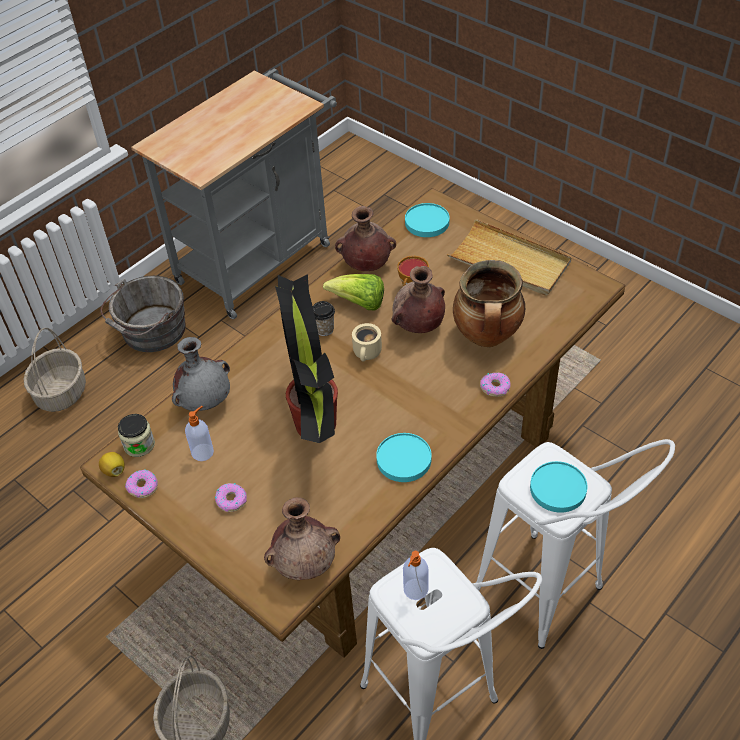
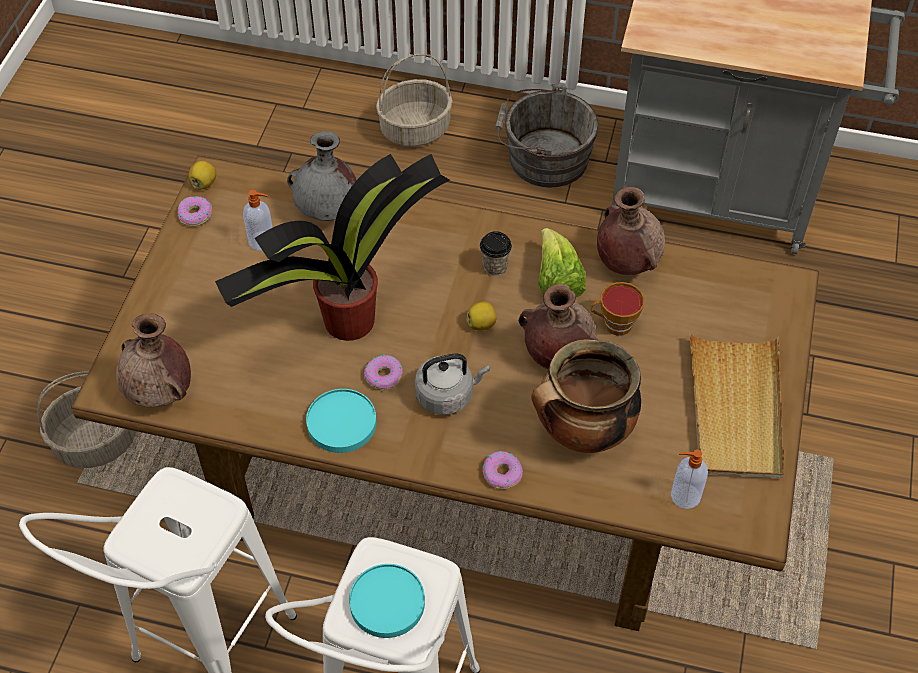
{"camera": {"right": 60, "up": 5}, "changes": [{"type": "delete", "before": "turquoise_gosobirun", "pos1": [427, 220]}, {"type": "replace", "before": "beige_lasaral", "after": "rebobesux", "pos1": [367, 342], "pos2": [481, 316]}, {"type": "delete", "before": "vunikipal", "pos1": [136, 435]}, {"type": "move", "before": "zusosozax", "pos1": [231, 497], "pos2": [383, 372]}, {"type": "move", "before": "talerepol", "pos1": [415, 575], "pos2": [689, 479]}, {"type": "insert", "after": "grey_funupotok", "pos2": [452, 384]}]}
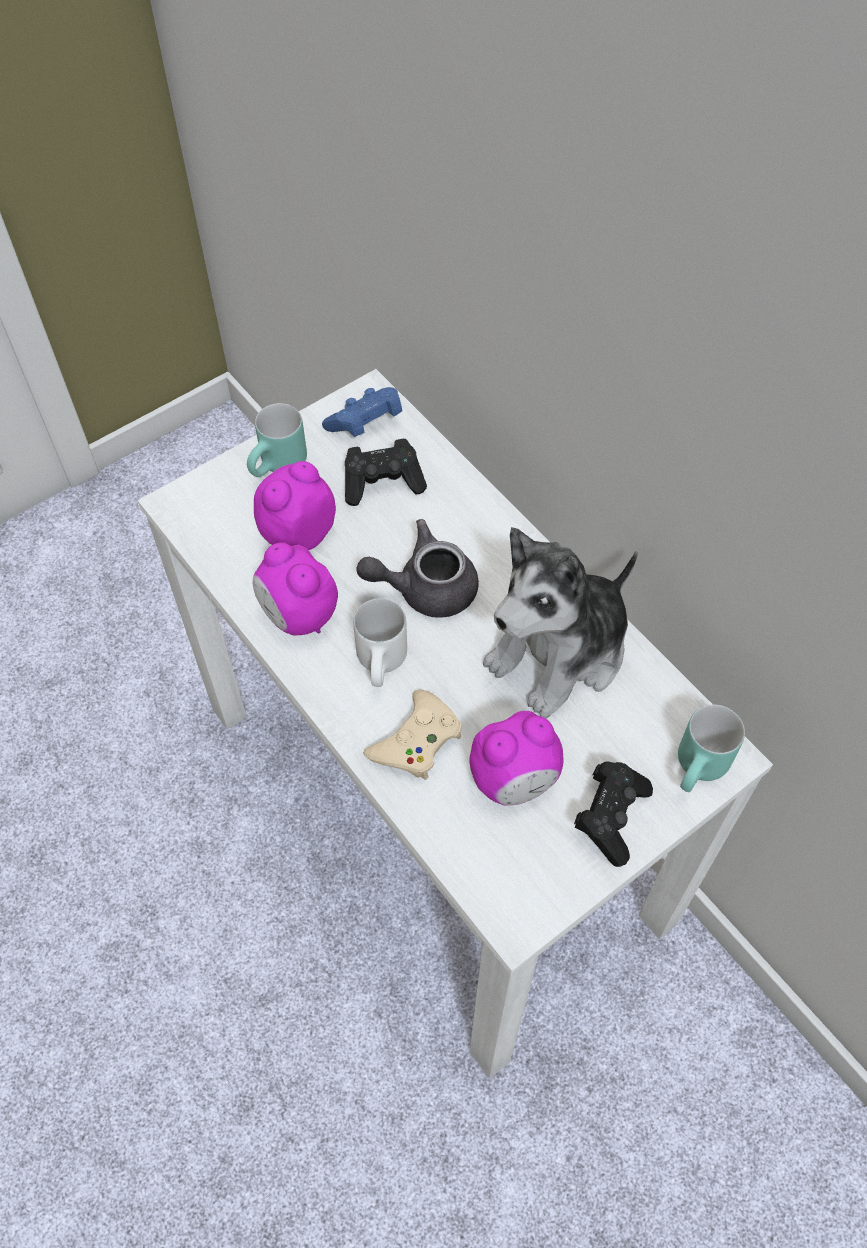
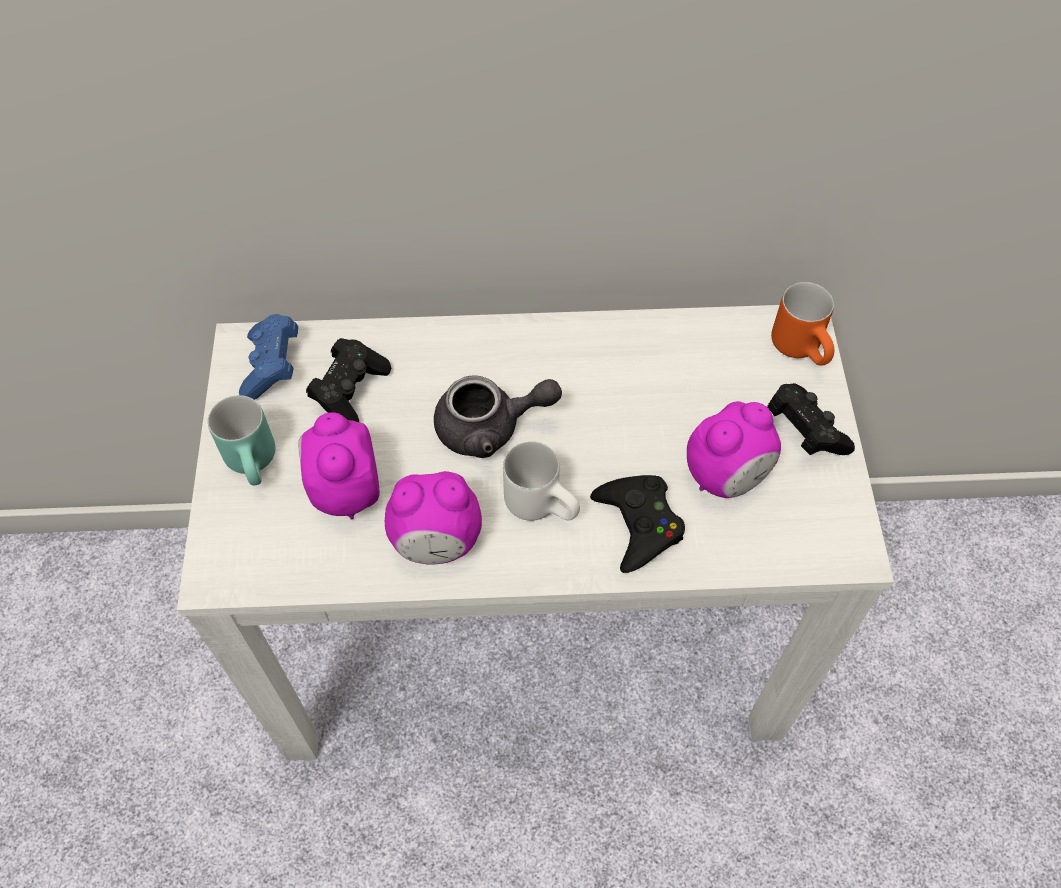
{"camera": {"right": -55, "up": 0}, "changes": [{"type": "rotate", "before": "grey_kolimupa", "pos1": [417, 568], "pos2": [498, 416], "turn": -120}, {"type": "delete", "before": "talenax", "pos1": [560, 623]}, {"type": "recolor", "before": "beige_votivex", "after": "black_votivex", "pos1": [412, 735], "pos2": [637, 524]}, {"type": "recolor", "before": "turquoise_lasaral", "after": "orange_lasaral", "pos1": [711, 748], "pos2": [802, 324]}, {"type": "rotate", "before": "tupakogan", "pos1": [516, 758], "pos2": [734, 449], "turn": 45}]}
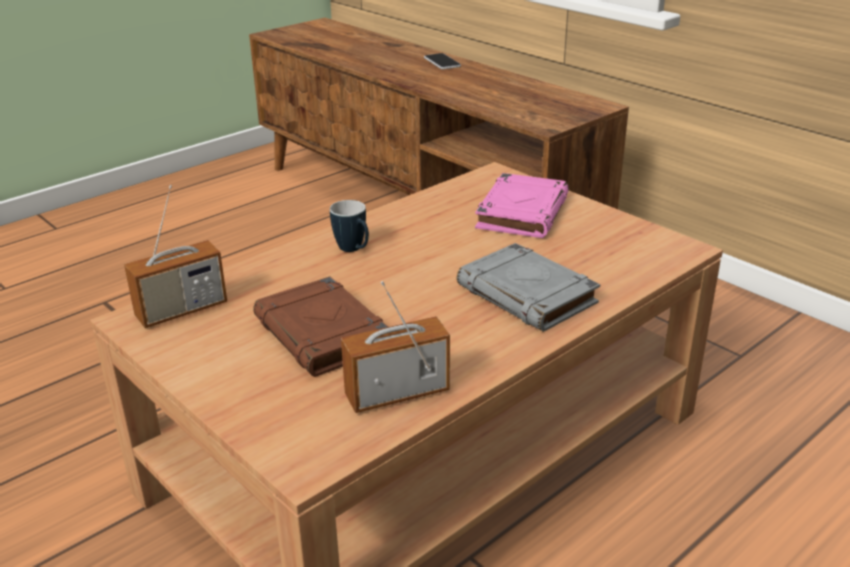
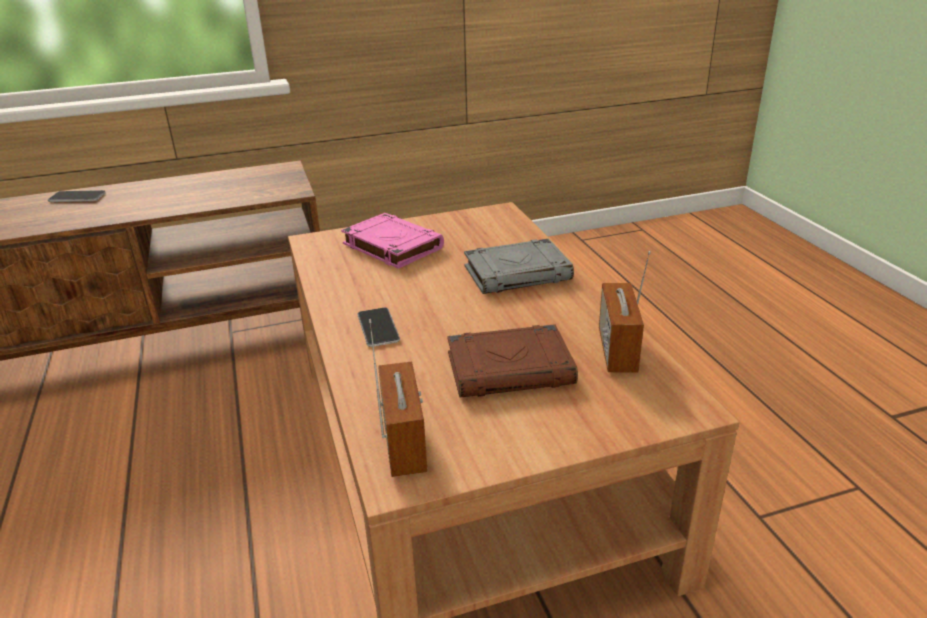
{"camera": {"right": -65, "up": 0}, "changes": [{"type": "replace", "before": "lasaral", "after": "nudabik", "pos1": [349, 226], "pos2": [378, 327]}]}
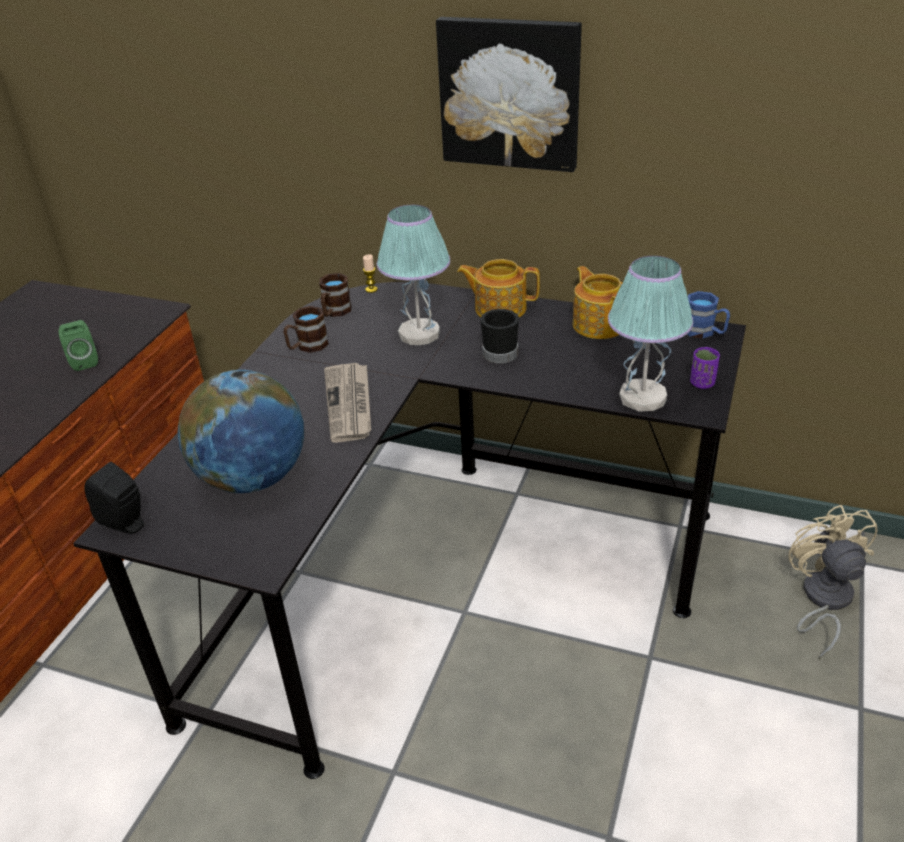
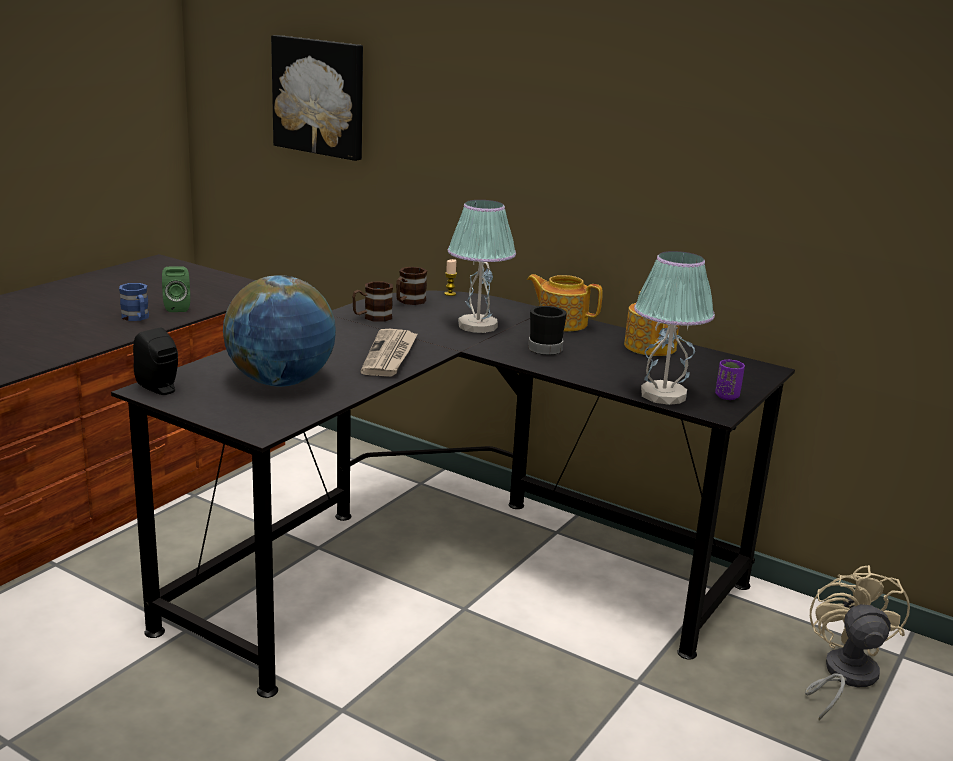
{"camera": {"right": 10, "up": -15}, "changes": [{"type": "move", "before": "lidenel", "pos1": [509, 94], "pos2": [317, 98]}, {"type": "move", "before": "blue_lasaral", "pos1": [708, 314], "pos2": [134, 302]}]}
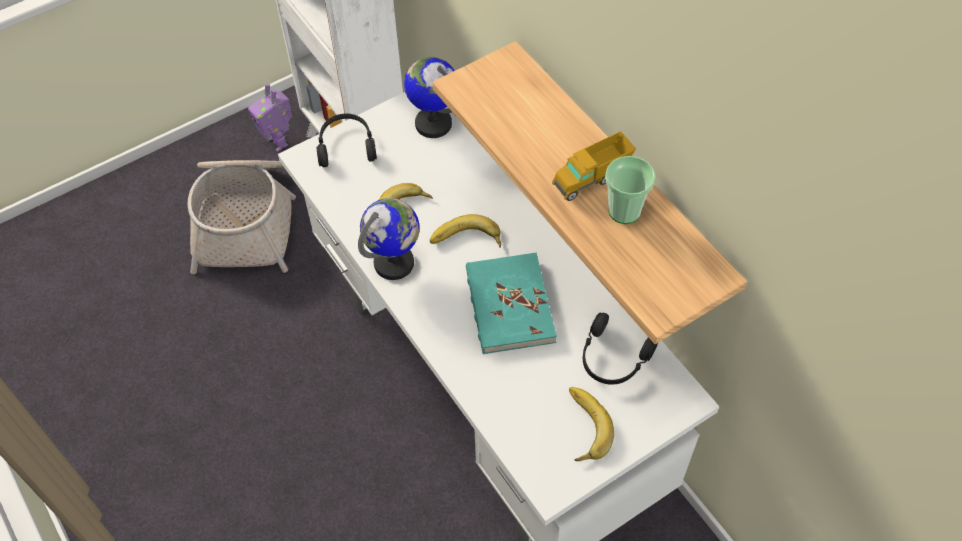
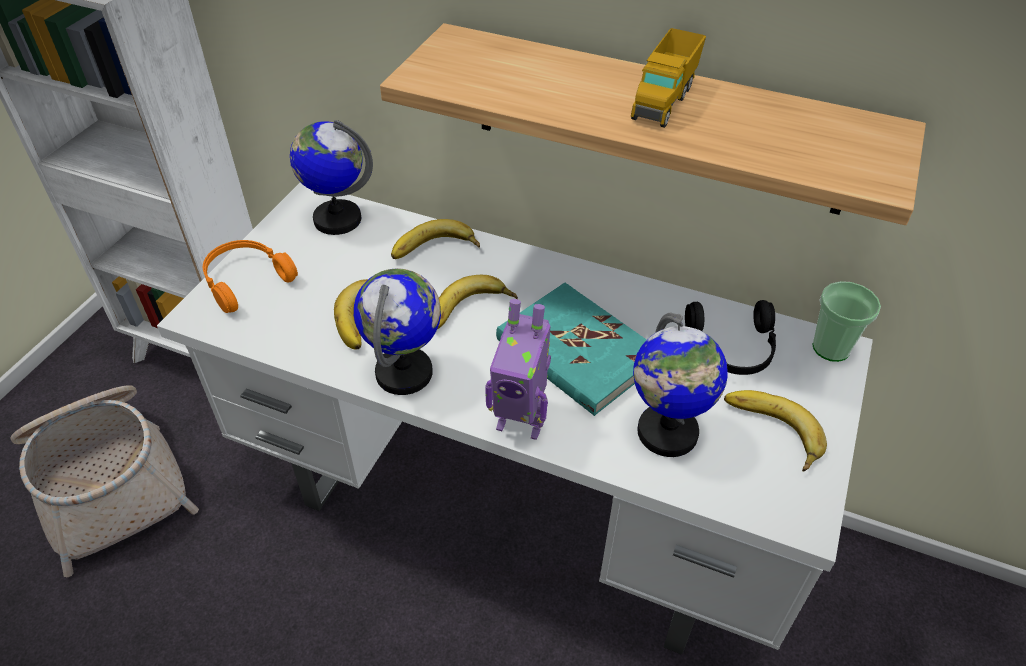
{"camera": {"right": -35, "up": -10}, "changes": [{"type": "move", "before": "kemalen", "pos1": [270, 117], "pos2": [518, 369]}, {"type": "recolor", "before": "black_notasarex", "after": "orange_notasarex", "pos1": [347, 140], "pos2": [250, 276]}, {"type": "move", "before": "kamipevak", "pos1": [630, 190], "pos2": [846, 321]}, {"type": "insert", "after": "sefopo", "pos2": [435, 239]}, {"type": "insert", "after": "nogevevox", "pos2": [680, 384]}]}
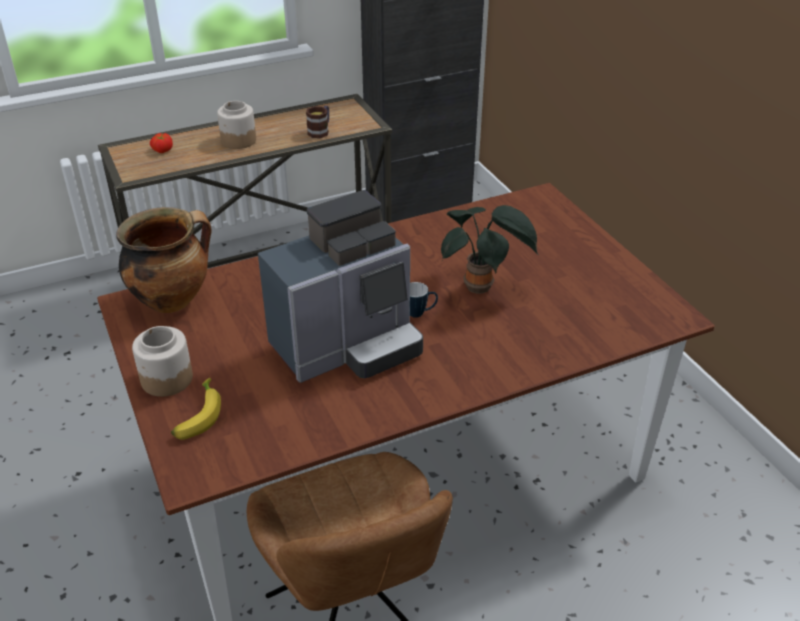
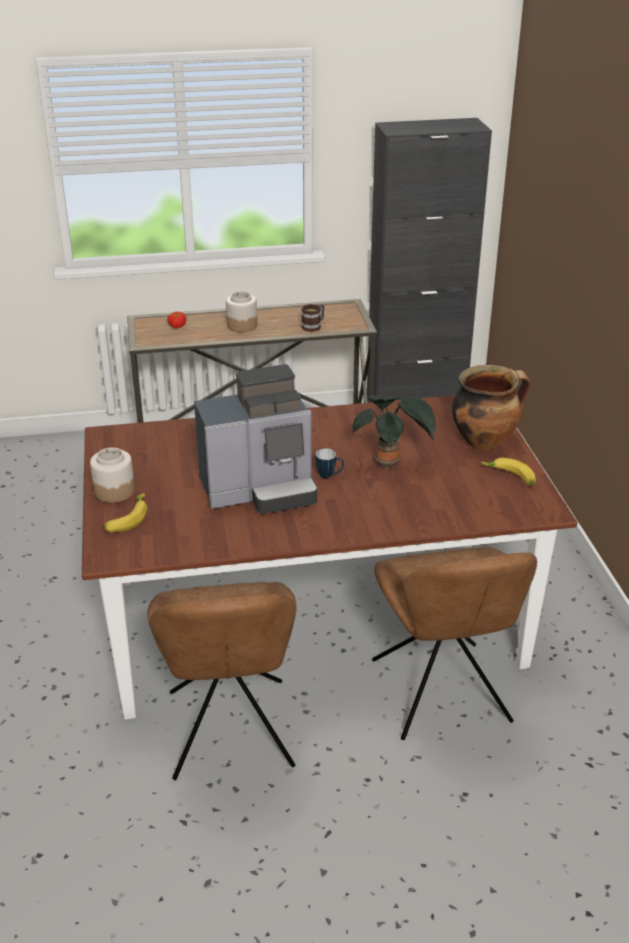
{"camera": {"right": 15, "up": -5}, "changes": [{"type": "move", "before": "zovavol", "pos1": [164, 260], "pos2": [491, 407]}, {"type": "insert", "after": "sefopo", "pos2": [508, 472]}, {"type": "insert", "after": "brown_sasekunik", "pos2": [454, 643]}]}
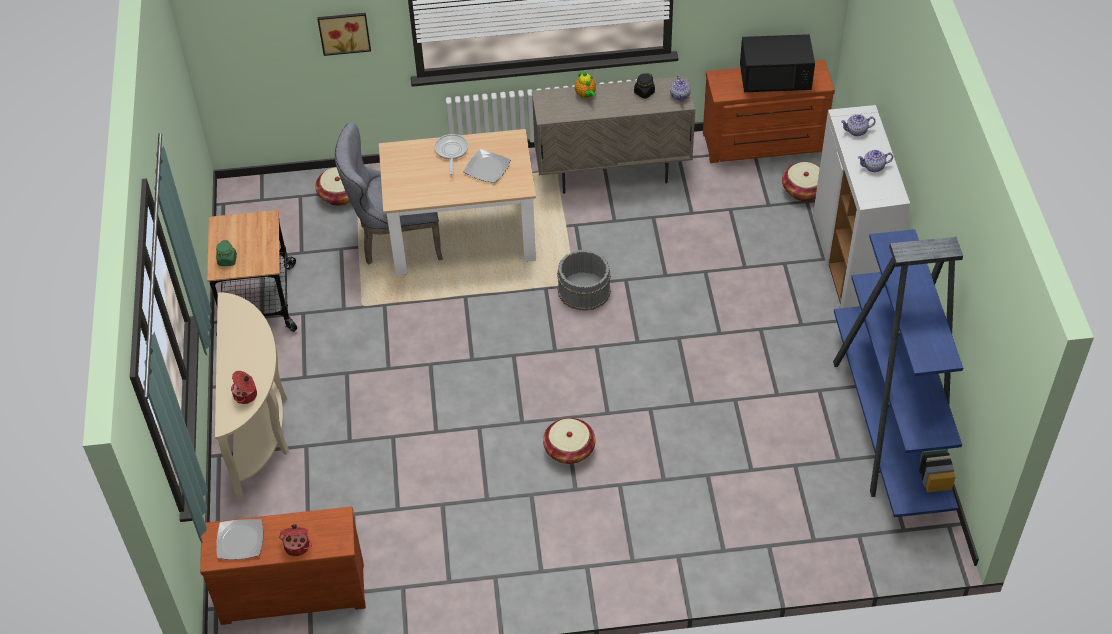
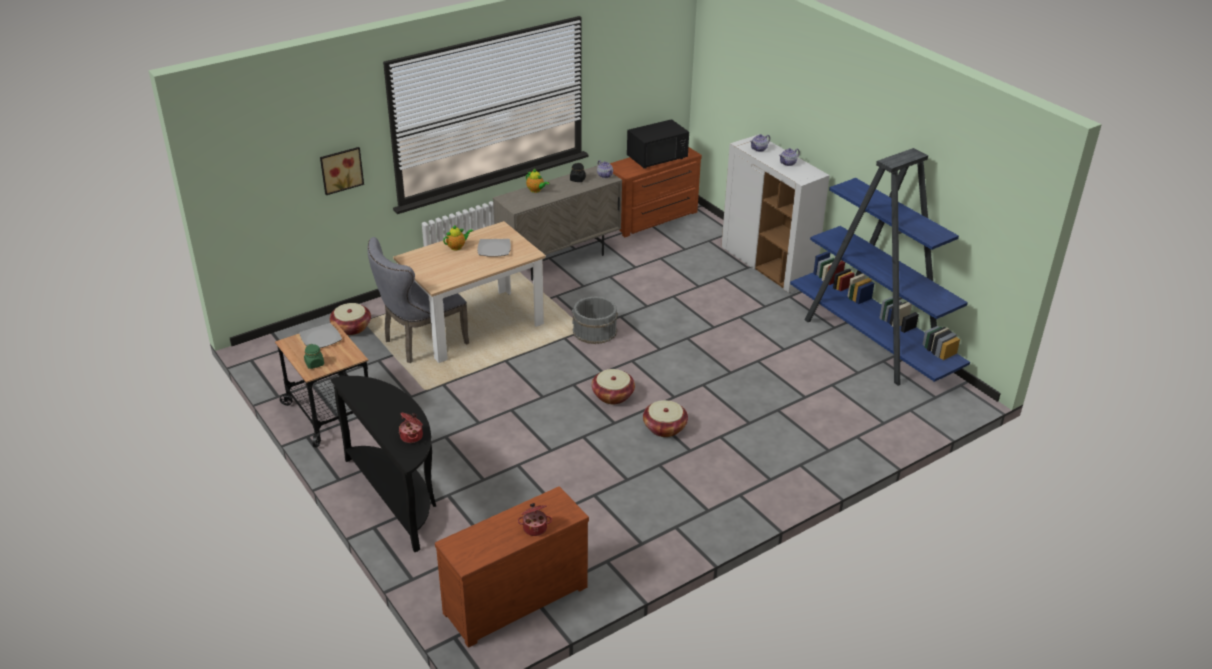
{"camera": {"right": -30, "up": -15}, "changes": [{"type": "replace", "before": "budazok", "after": "kolimupa", "pos1": [451, 154], "pos2": [458, 237]}, {"type": "move", "before": "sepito", "pos1": [801, 181], "pos2": [613, 386]}, {"type": "recolor", "before": "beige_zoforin", "after": "black_zoforin", "pos1": [252, 396], "pos2": [383, 464]}, {"type": "move", "before": "gosobirun", "pos1": [239, 539], "pos2": [320, 335]}]}
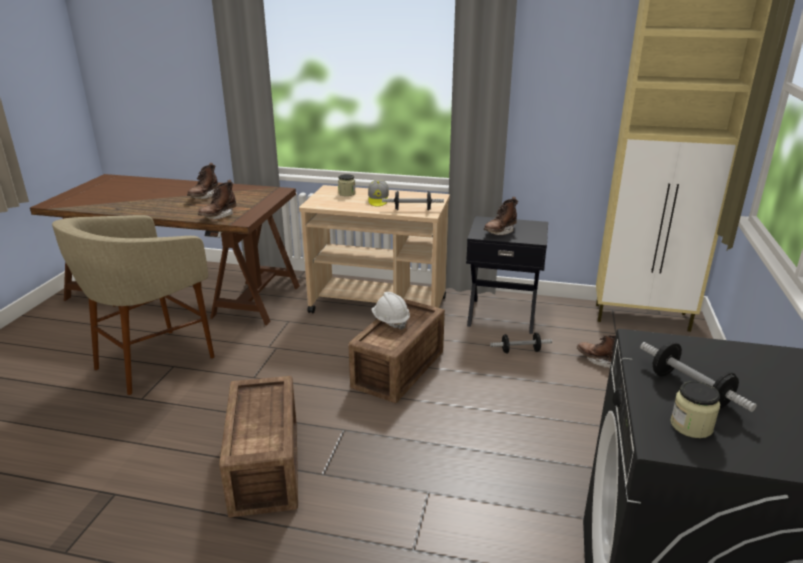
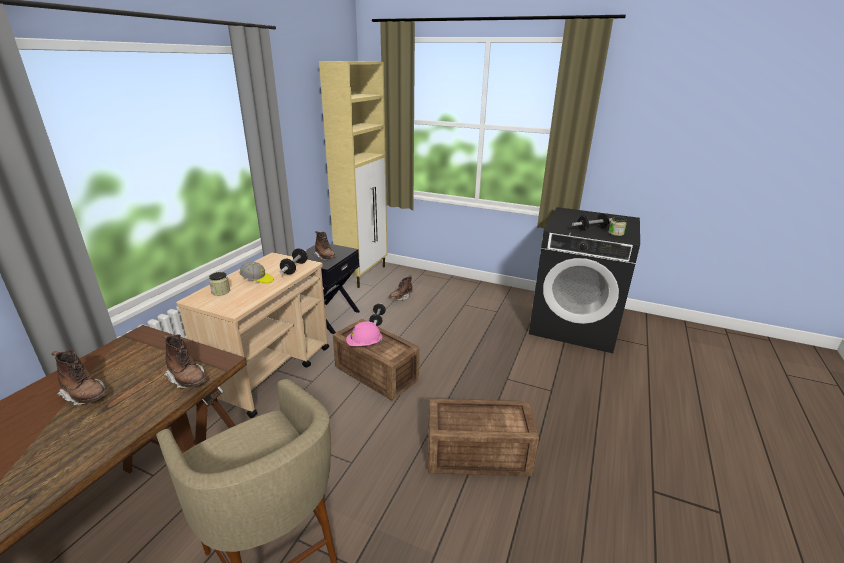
{"camera": {"right": -80, "up": 0}, "changes": [{"type": "recolor", "before": "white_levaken", "after": "pink_levaken", "pos1": [390, 311], "pos2": [364, 333]}]}
